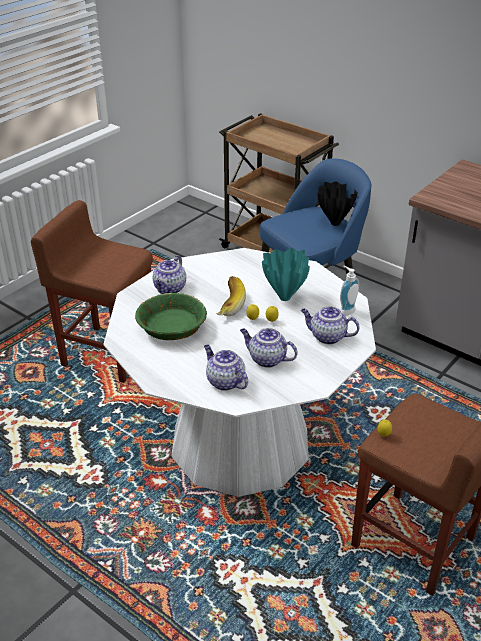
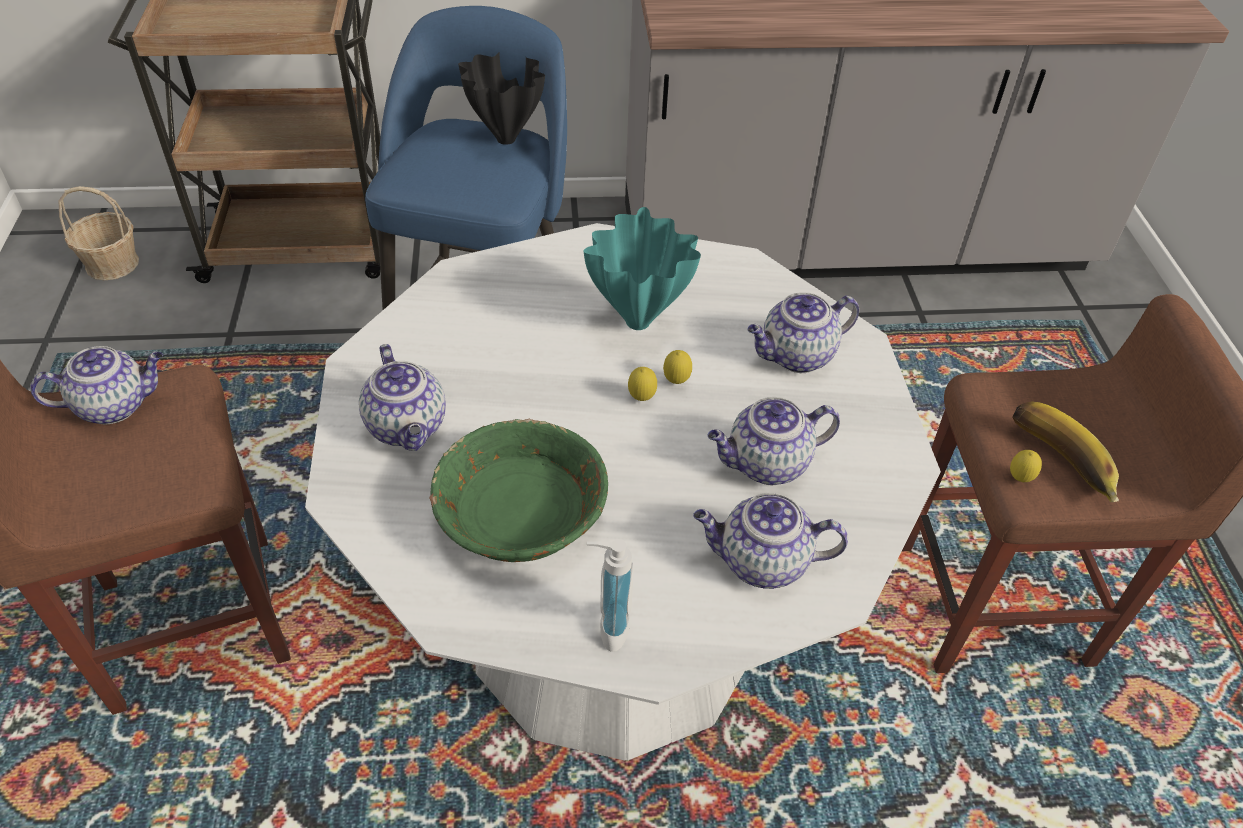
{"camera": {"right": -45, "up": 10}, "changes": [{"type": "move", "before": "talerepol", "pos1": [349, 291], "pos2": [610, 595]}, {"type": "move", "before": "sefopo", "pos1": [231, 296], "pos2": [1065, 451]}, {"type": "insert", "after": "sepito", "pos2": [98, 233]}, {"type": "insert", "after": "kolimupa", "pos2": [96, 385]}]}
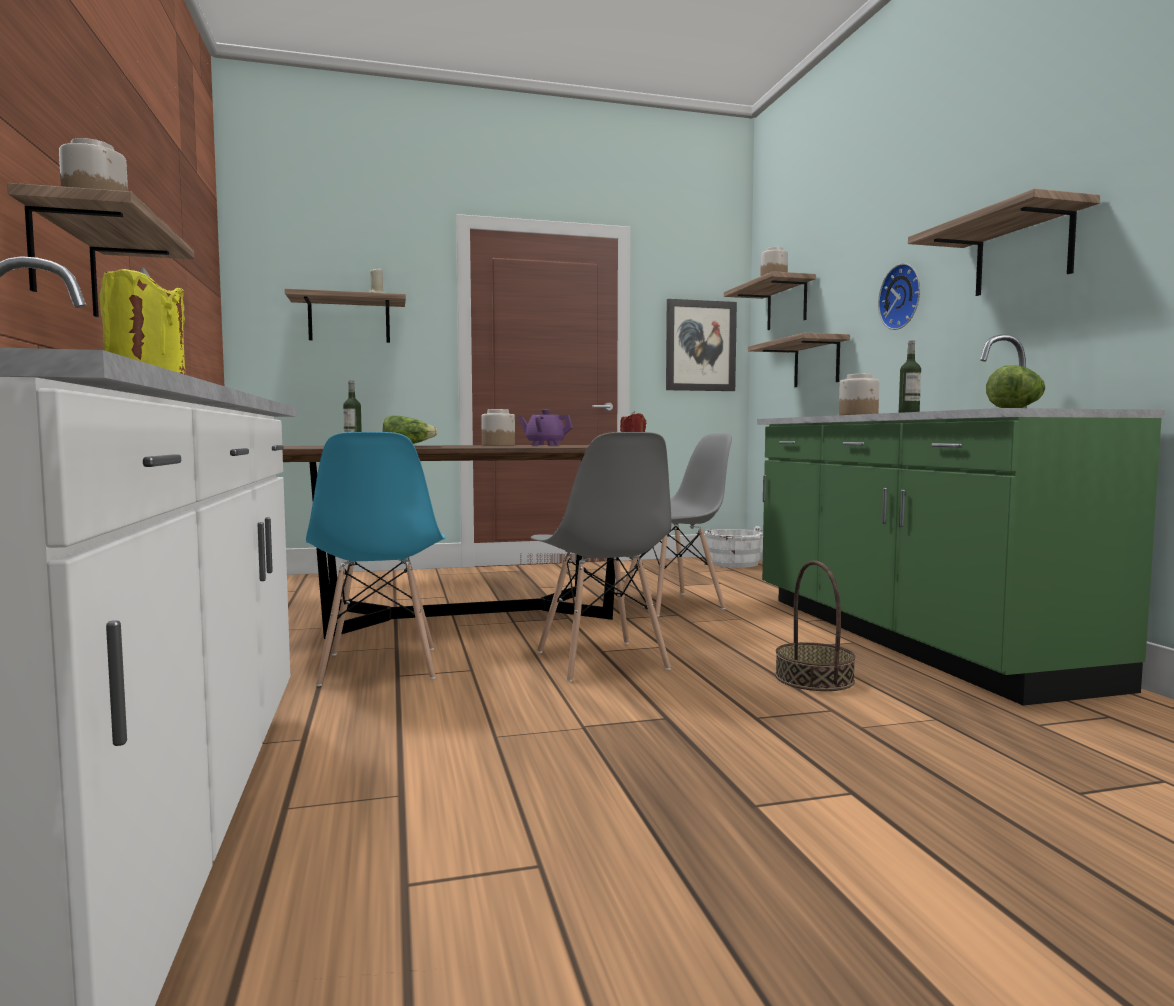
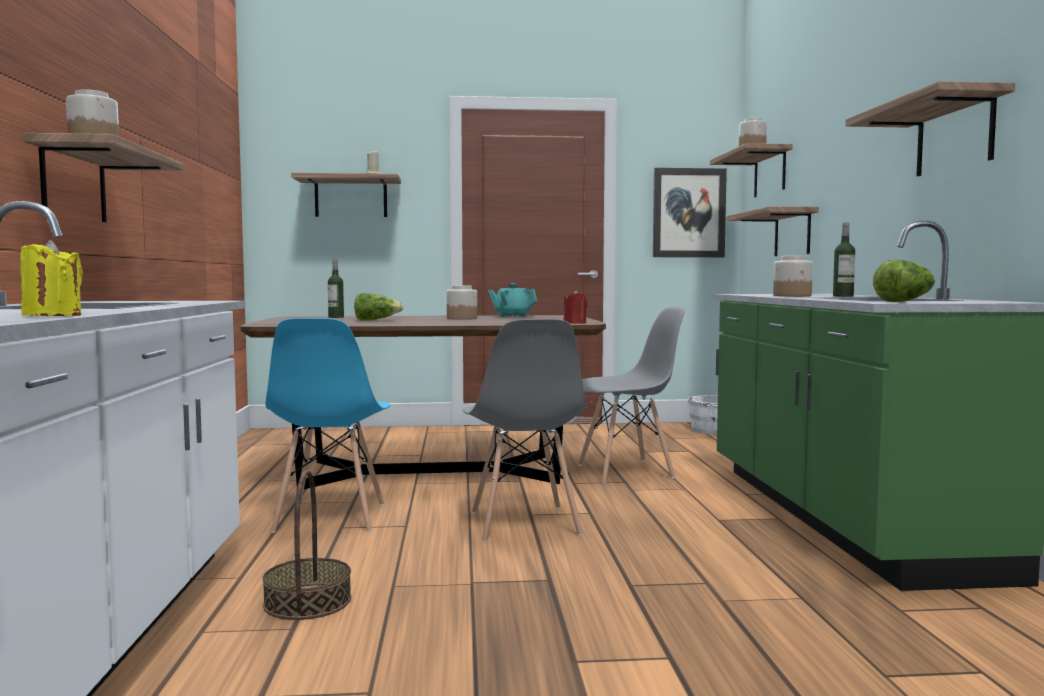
{"camera": {"right": 10, "up": 0}, "changes": [{"type": "delete", "before": "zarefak", "pos1": [899, 296]}, {"type": "recolor", "before": "purple_kolimupa", "after": "turquoise_kolimupa", "pos1": [545, 427], "pos2": [512, 300]}, {"type": "move", "before": "sepito", "pos1": [815, 625], "pos2": [306, 545]}]}
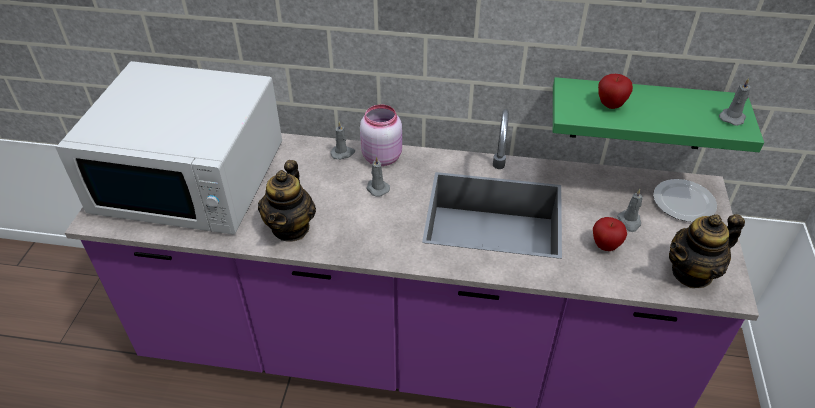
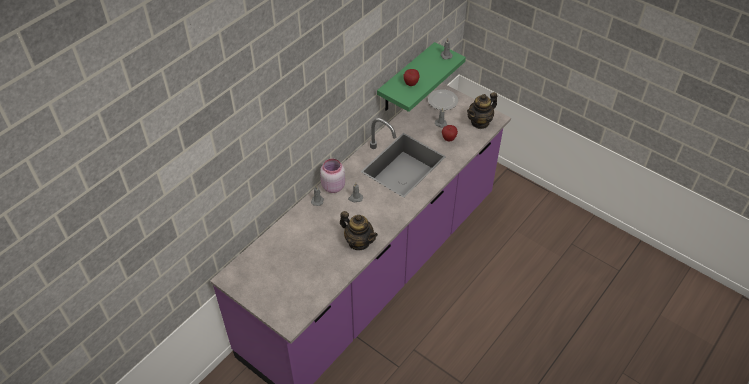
{"camera": {"right": -60, "up": 5}, "changes": [{"type": "delete", "before": "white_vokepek", "pos1": [169, 148]}, {"type": "rotate", "before": "kolimupa", "pos1": [707, 251], "pos2": [482, 110], "turn": 45}]}
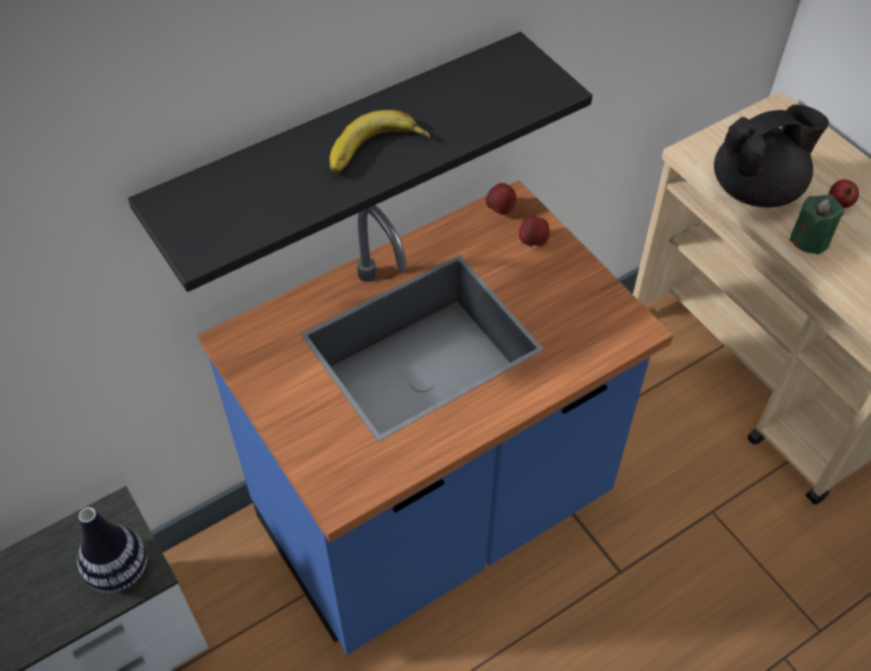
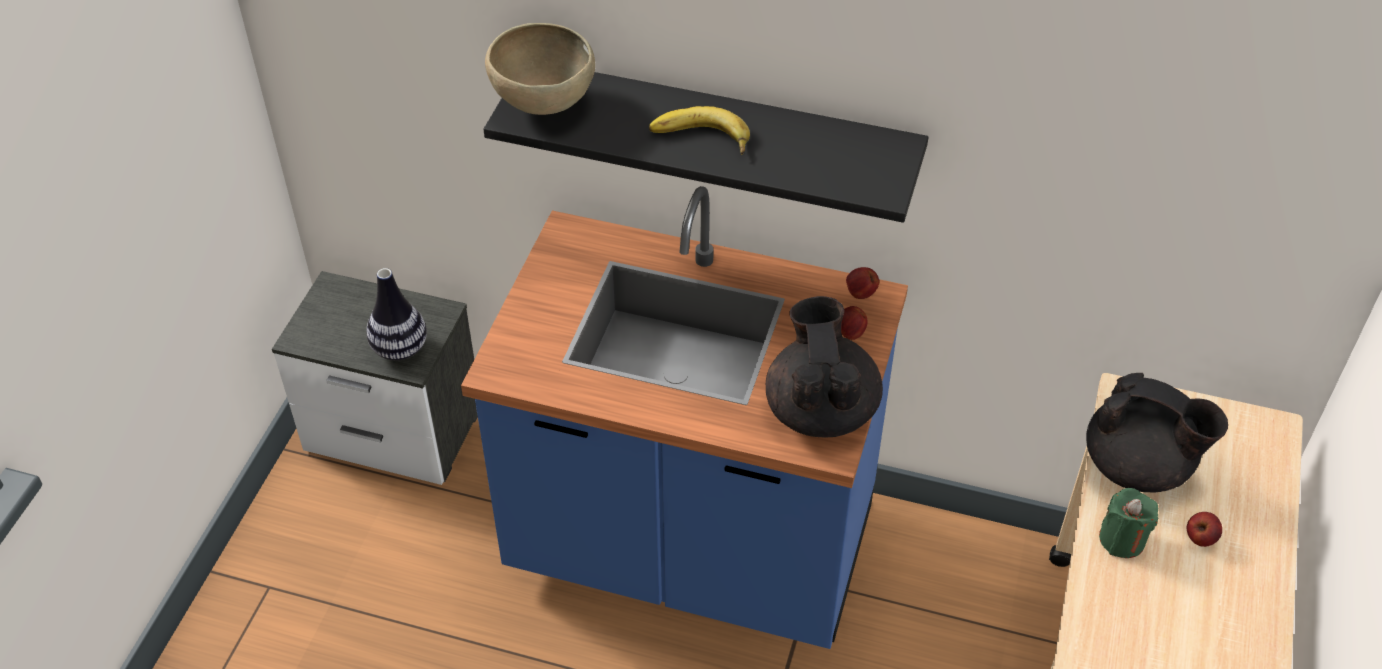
{"camera": {"right": 50, "up": -5}, "changes": [{"type": "insert", "after": "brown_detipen", "pos2": [540, 69]}, {"type": "insert", "after": "black_kolimupa", "pos2": [824, 366]}]}
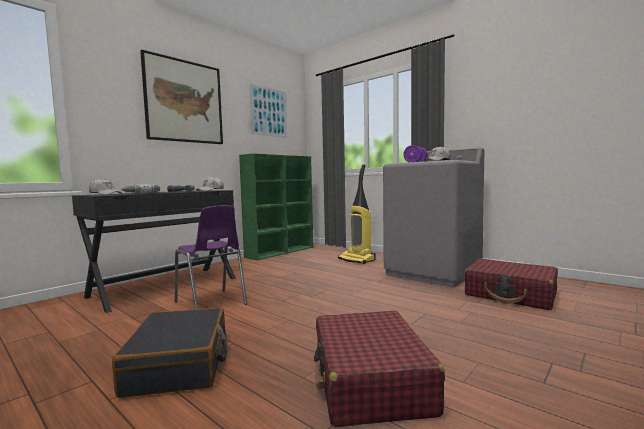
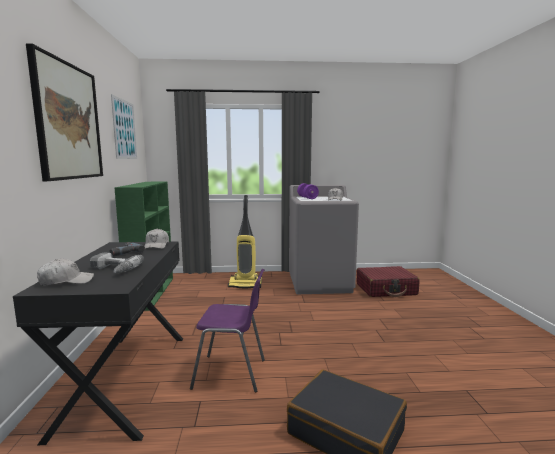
{"camera": {"right": -45, "up": 5}, "changes": [{"type": "delete", "before": "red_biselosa", "pos1": [379, 369]}]}
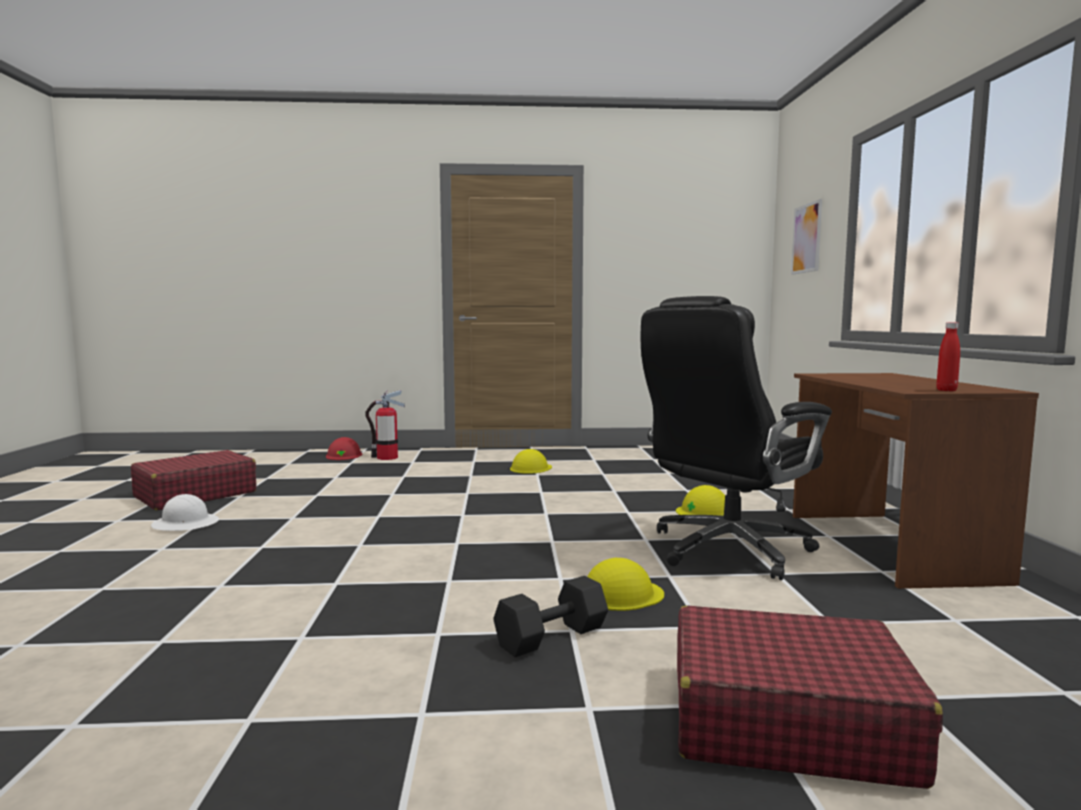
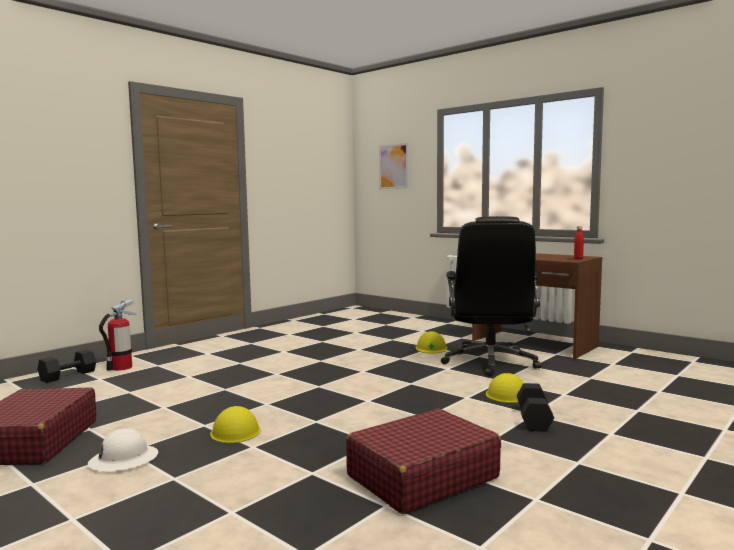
{"camera": {"right": -45, "up": 0}, "changes": [{"type": "replace", "before": "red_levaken", "after": "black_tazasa", "pos1": [344, 448], "pos2": [67, 366]}, {"type": "move", "before": "yellow_levaken", "pos1": [531, 461], "pos2": [235, 424]}, {"type": "move", "before": "red_biselosa", "pos1": [810, 697], "pos2": [423, 461]}]}
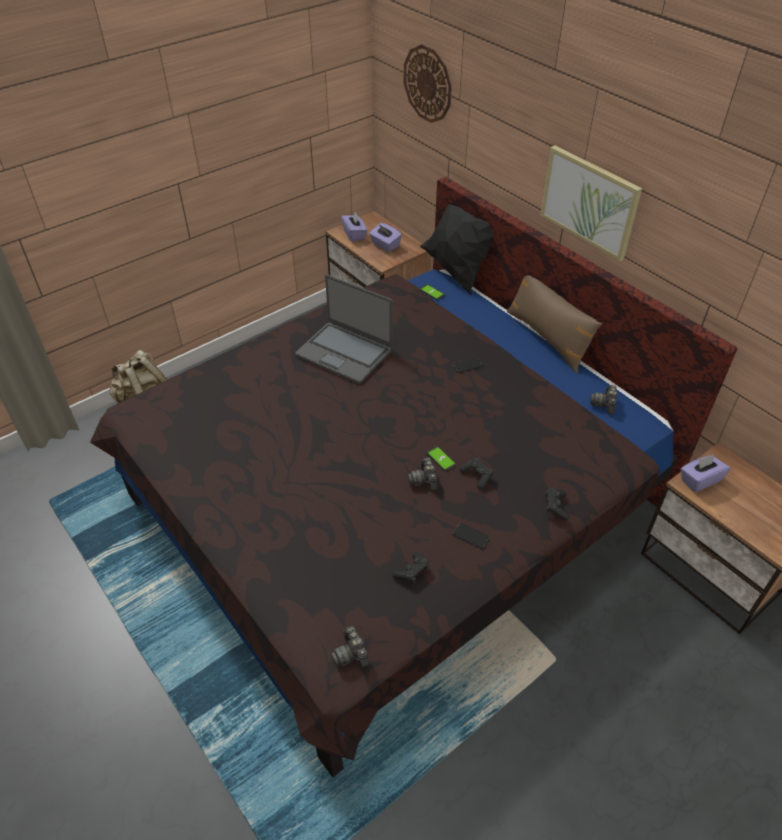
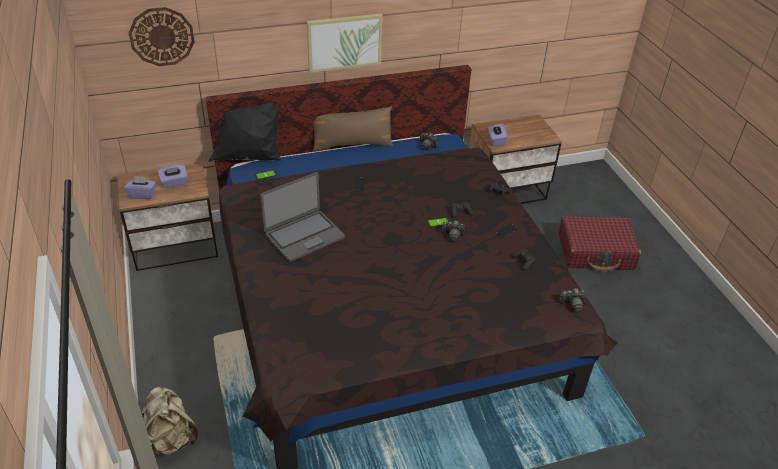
{"camera": {"right": -70, "up": -5}, "changes": [{"type": "insert", "after": "red_biselosa", "pos2": [600, 244]}]}
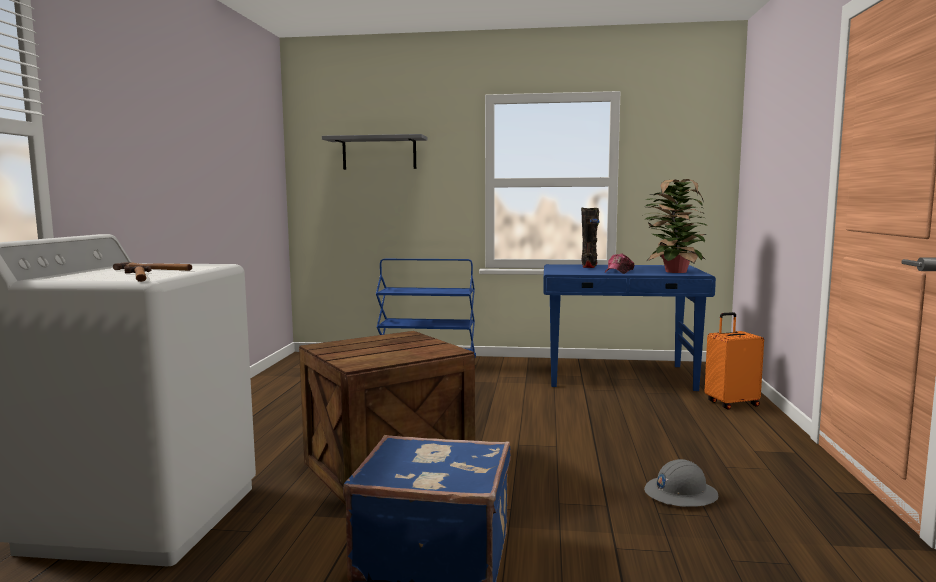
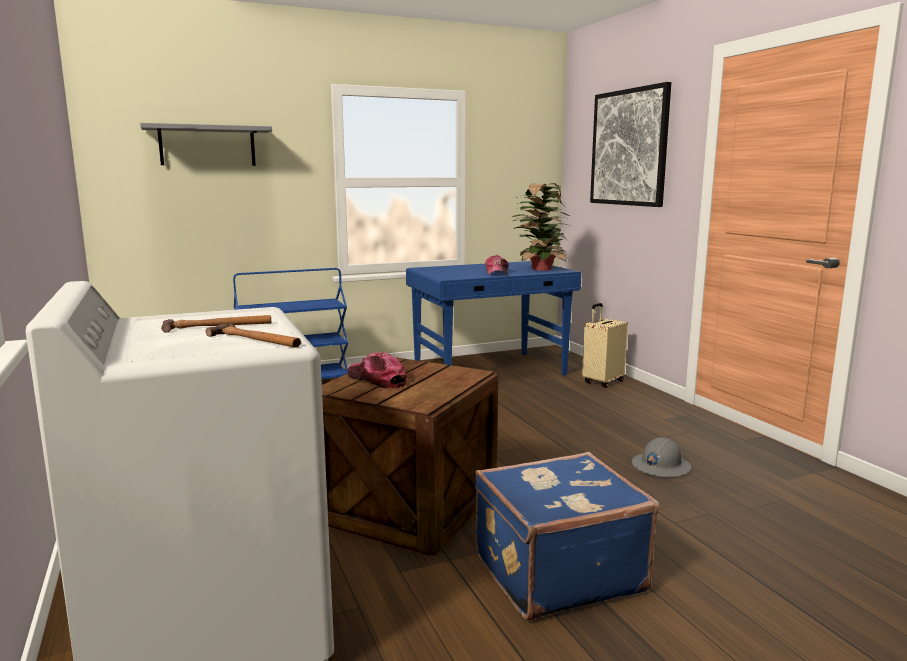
{"camera": {"right": -30, "up": 5}, "changes": [{"type": "delete", "before": "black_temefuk", "pos1": [590, 237]}, {"type": "recolor", "before": "orange_biselosa", "after": "beige_biselosa", "pos1": [734, 360], "pos2": [605, 345]}, {"type": "insert", "after": "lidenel", "pos2": [630, 144]}, {"type": "insert", "after": "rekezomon", "pos2": [377, 370]}]}
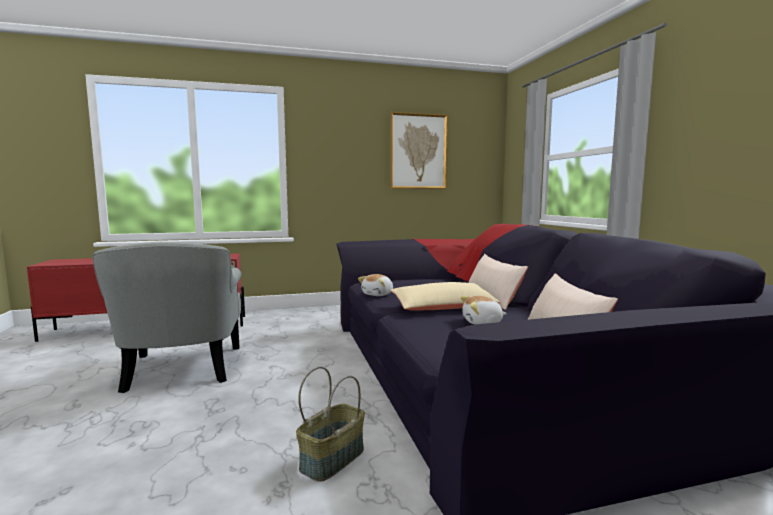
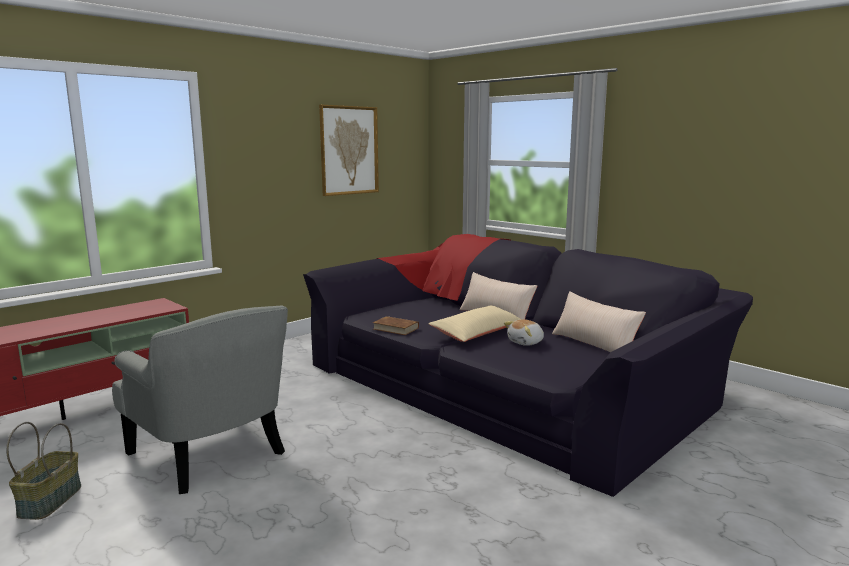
{"camera": {"right": -30, "up": 5}, "changes": [{"type": "replace", "before": "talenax", "after": "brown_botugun", "pos1": [375, 285], "pos2": [395, 325]}, {"type": "move", "before": "sepito", "pos1": [330, 423], "pos2": [43, 471]}]}
